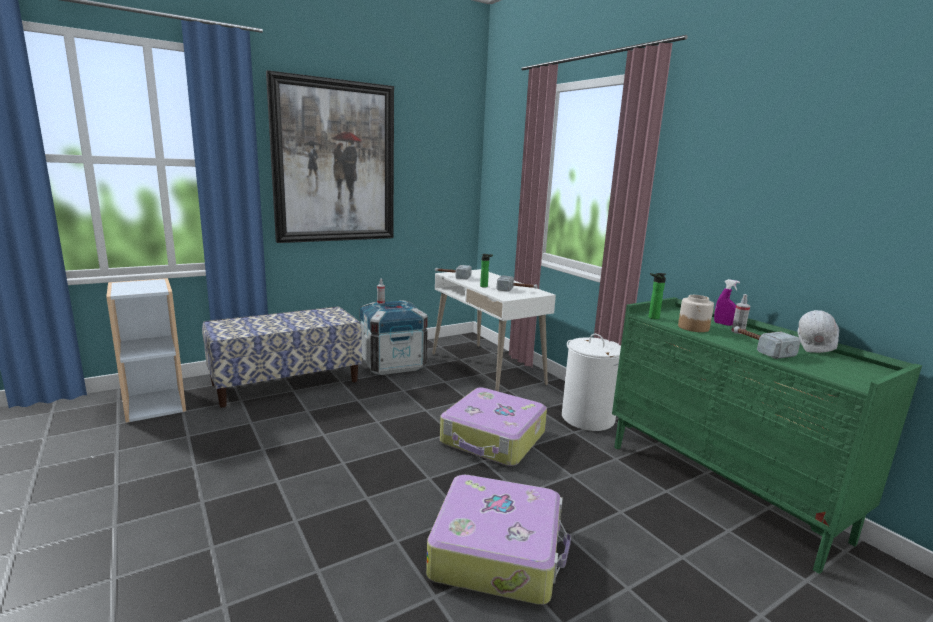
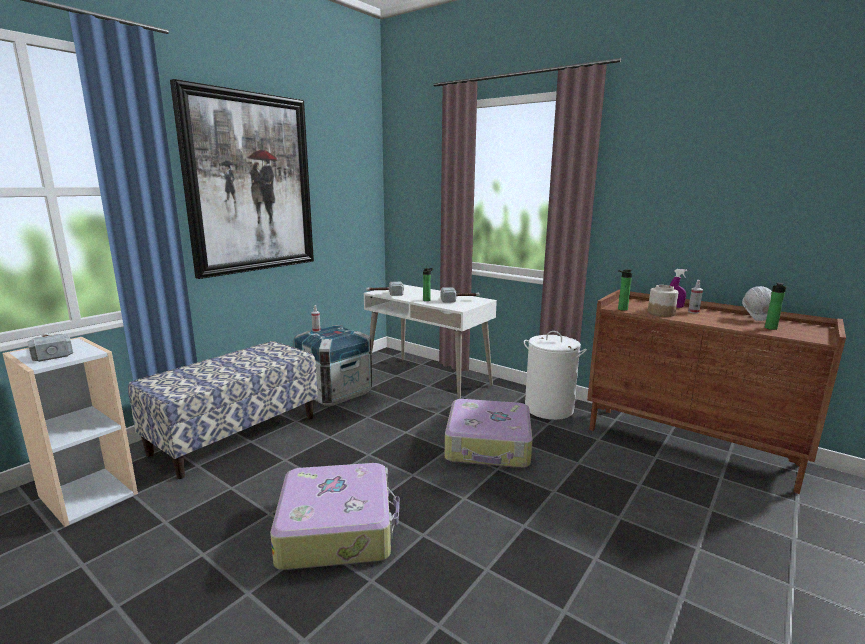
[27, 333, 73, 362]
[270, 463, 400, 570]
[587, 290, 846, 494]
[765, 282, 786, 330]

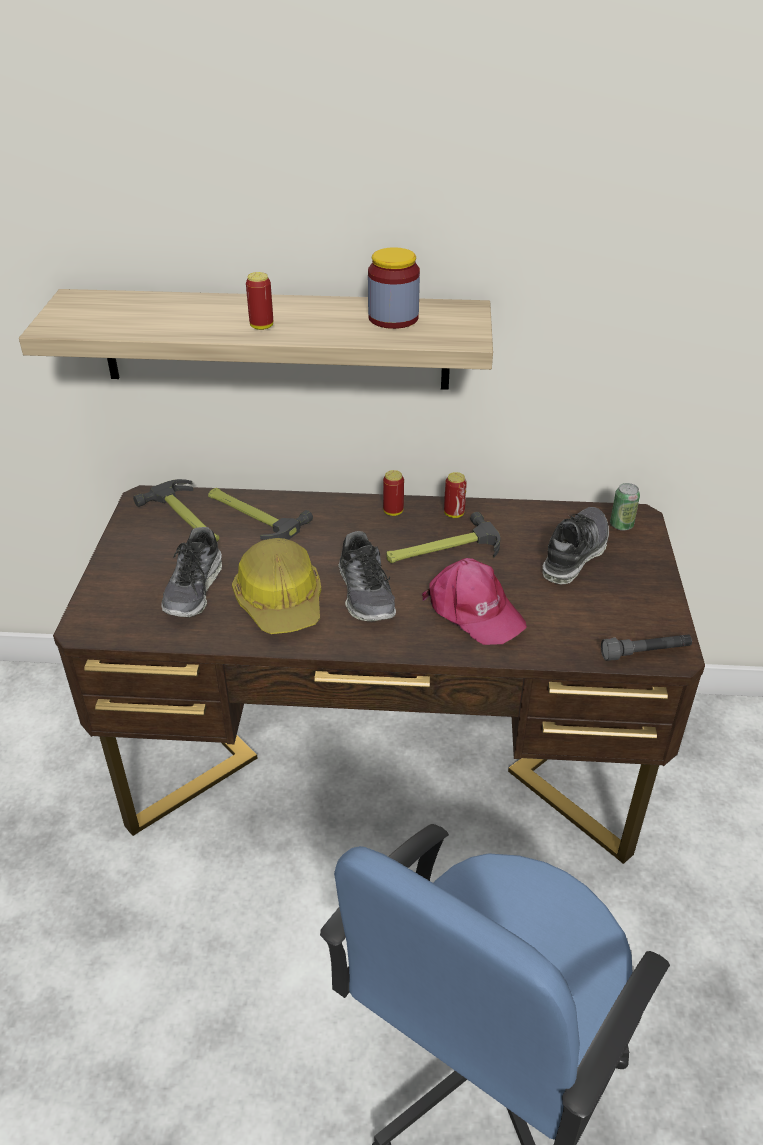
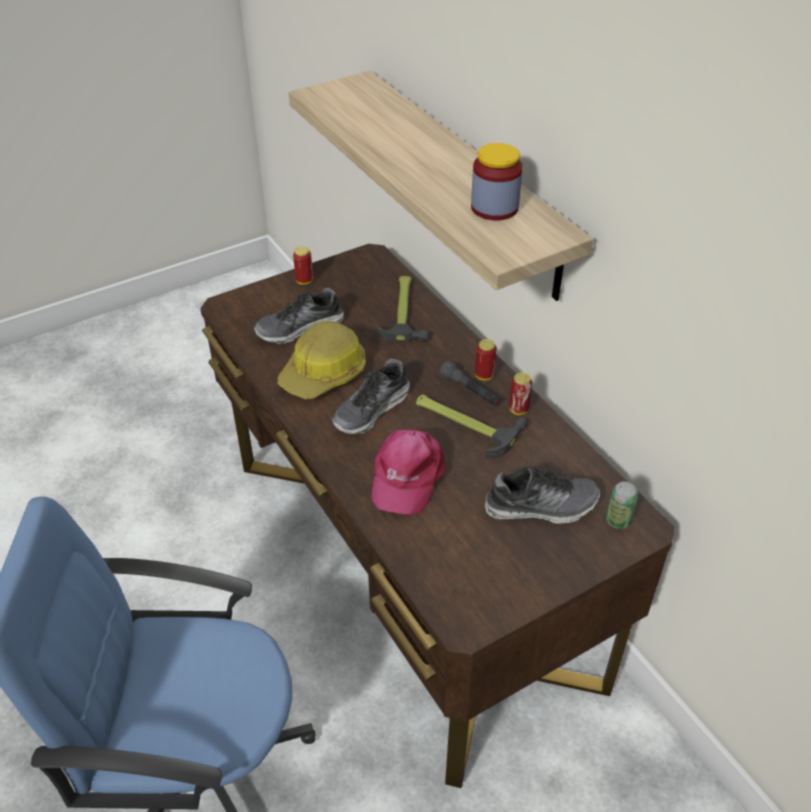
[293, 246, 313, 285]
[439, 361, 500, 406]
[133, 479, 219, 541] (first image)

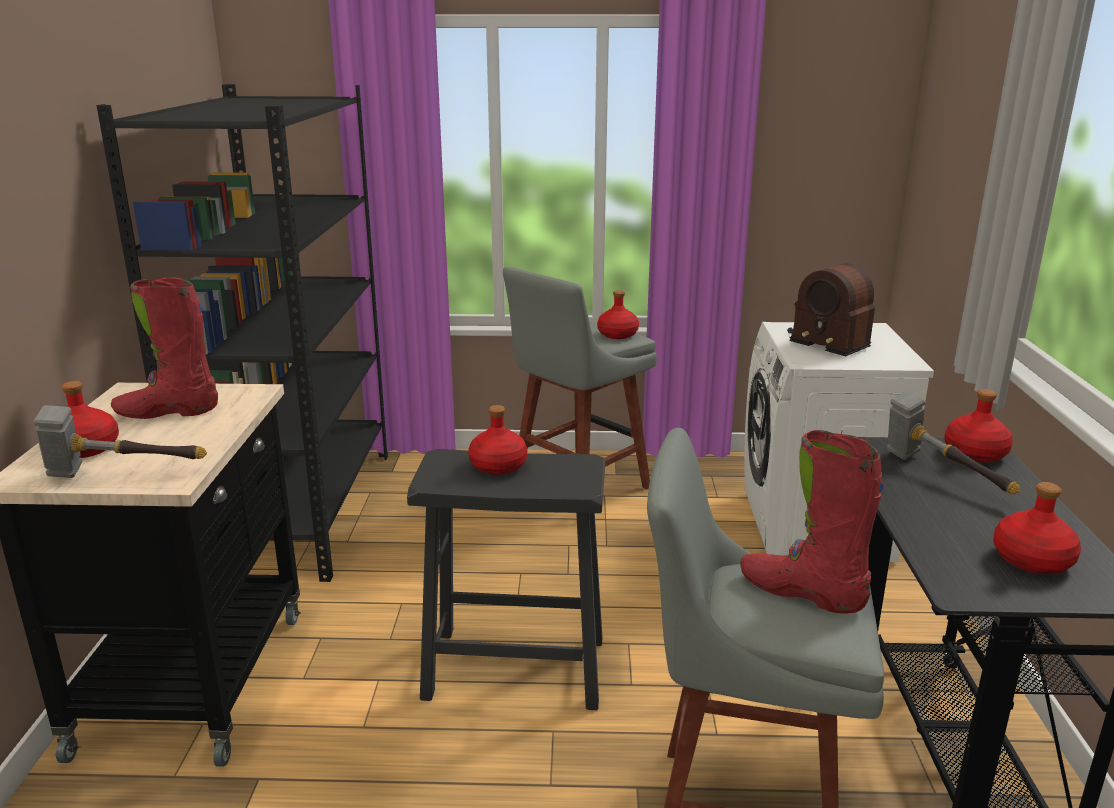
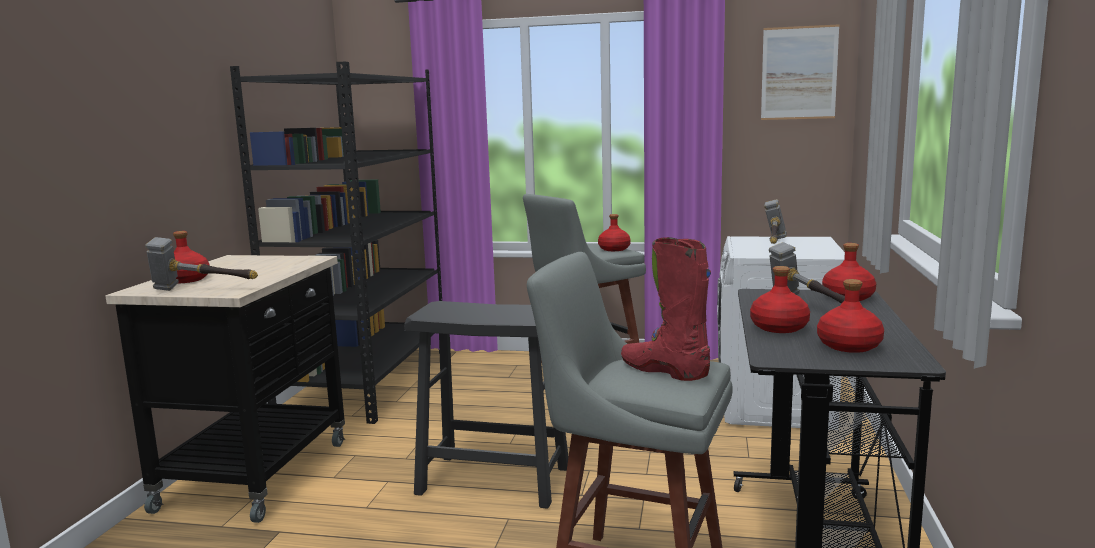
[750, 266, 810, 333]
[761, 24, 840, 120]
[764, 199, 787, 244]
[111, 277, 218, 419] (first image)

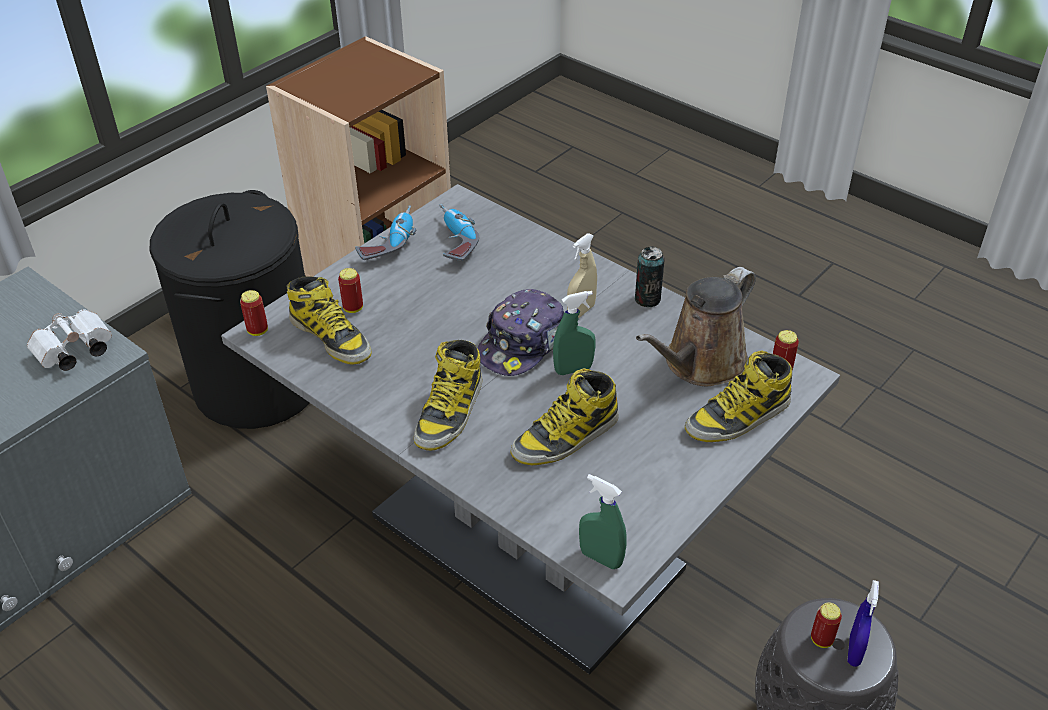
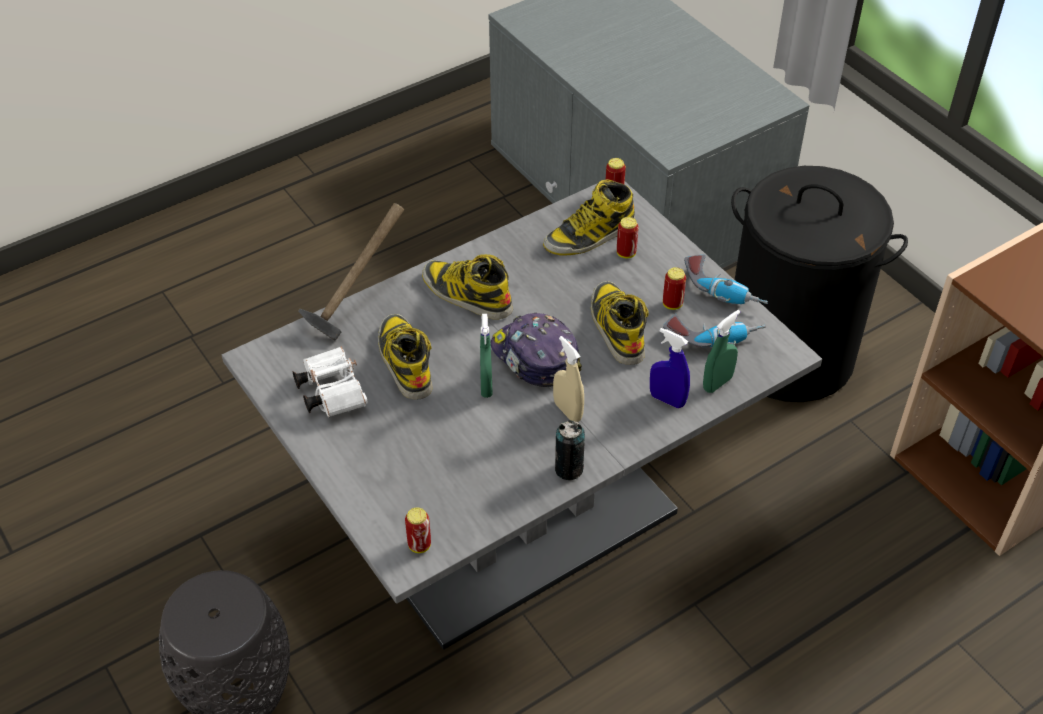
[293, 347, 368, 417]
[298, 203, 404, 340]
[591, 281, 649, 365]
[650, 328, 690, 408]
[663, 267, 686, 310]
[703, 310, 740, 393]
[636, 267, 756, 387] (first image)

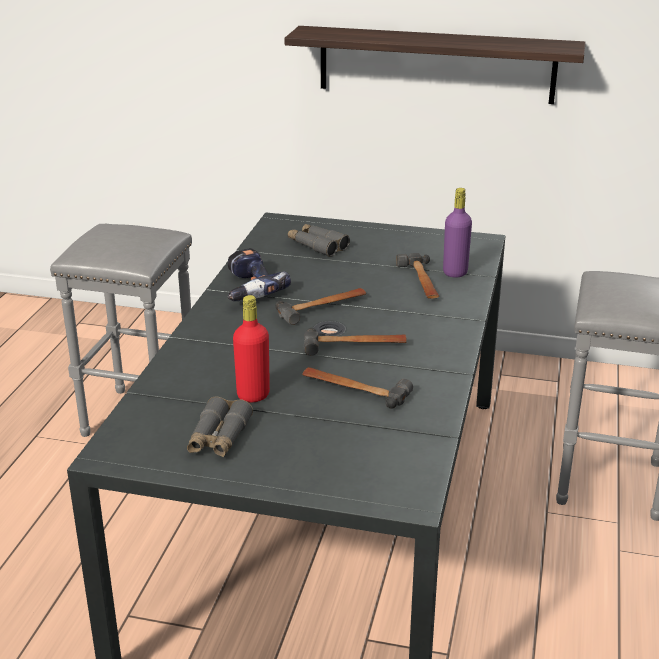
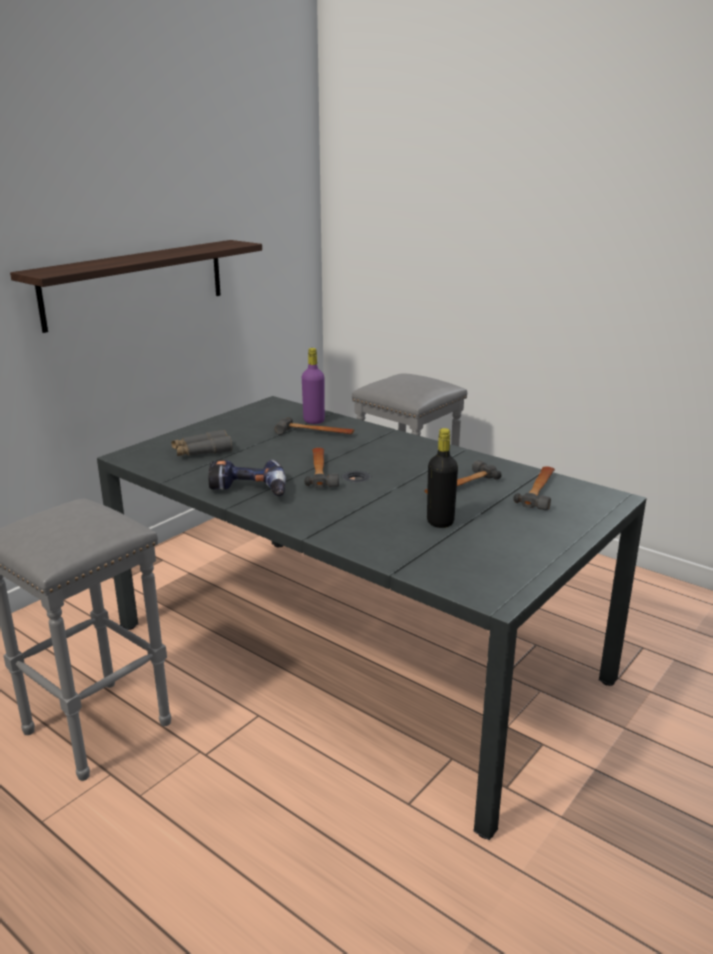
[427, 428, 458, 528]
[513, 466, 555, 511]
[187, 396, 253, 457] (first image)

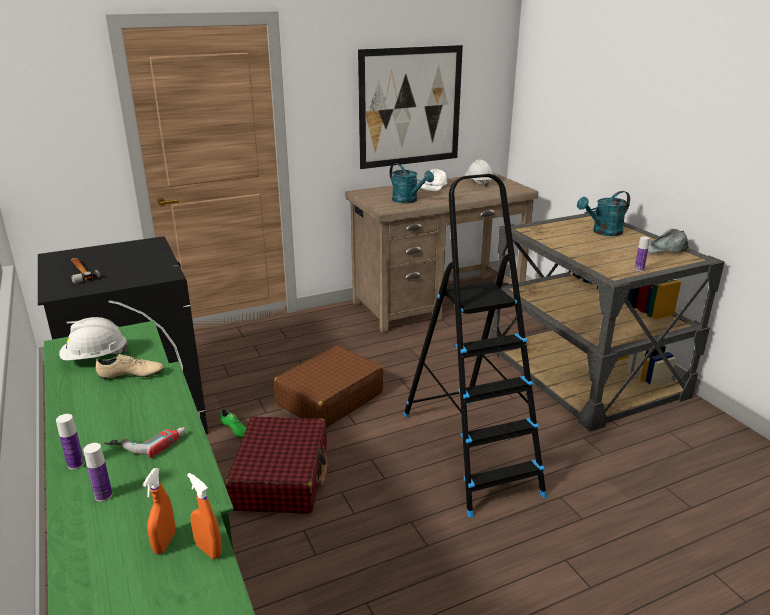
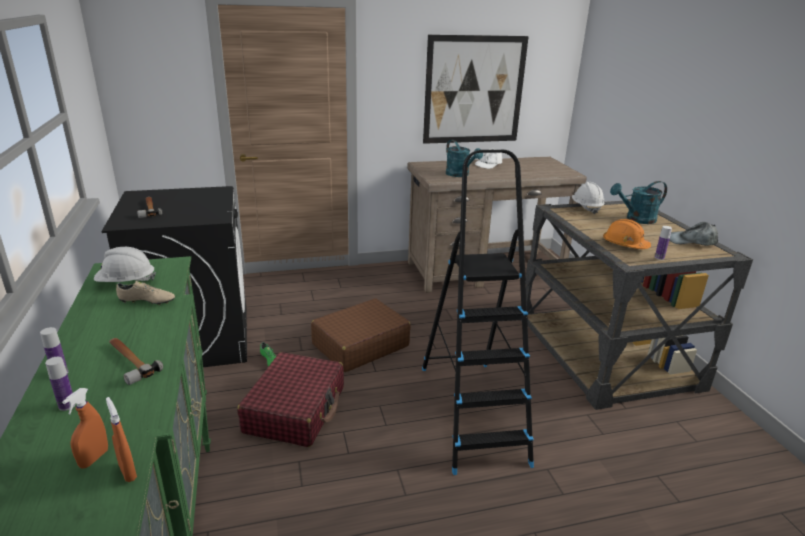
[109, 338, 163, 385]
[572, 182, 605, 214]
[603, 219, 651, 249]

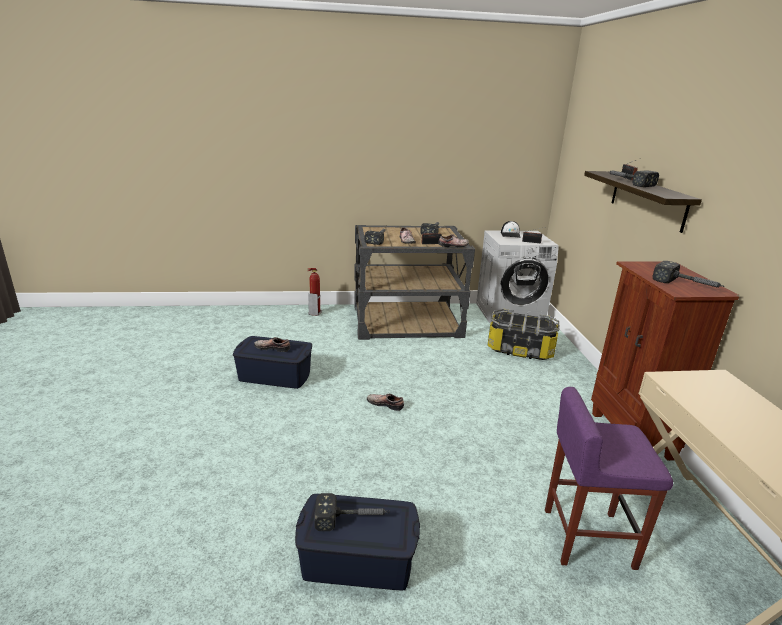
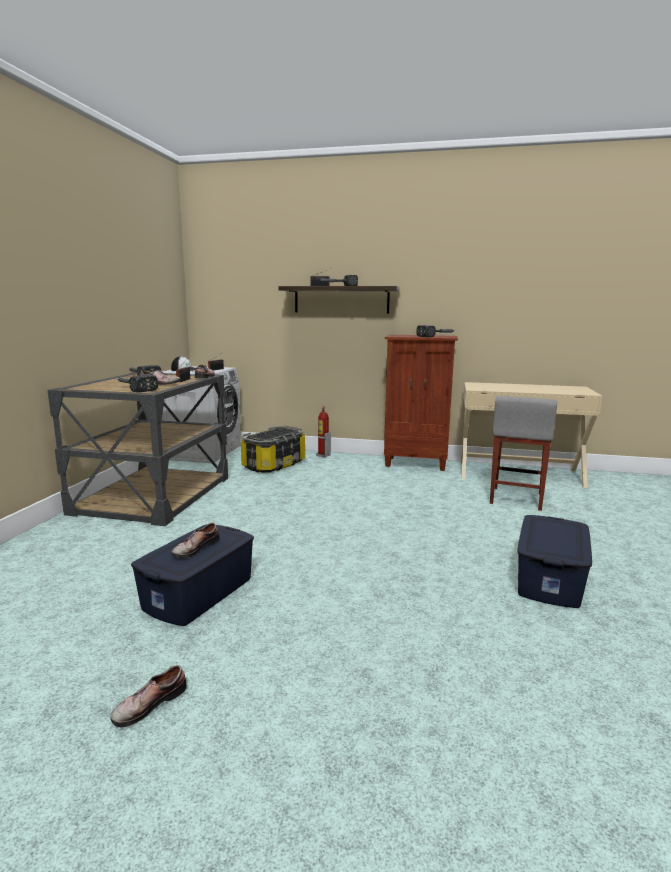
[110, 665, 186, 727]
[316, 406, 331, 457]
[490, 396, 557, 511]
[314, 493, 390, 531] (first image)

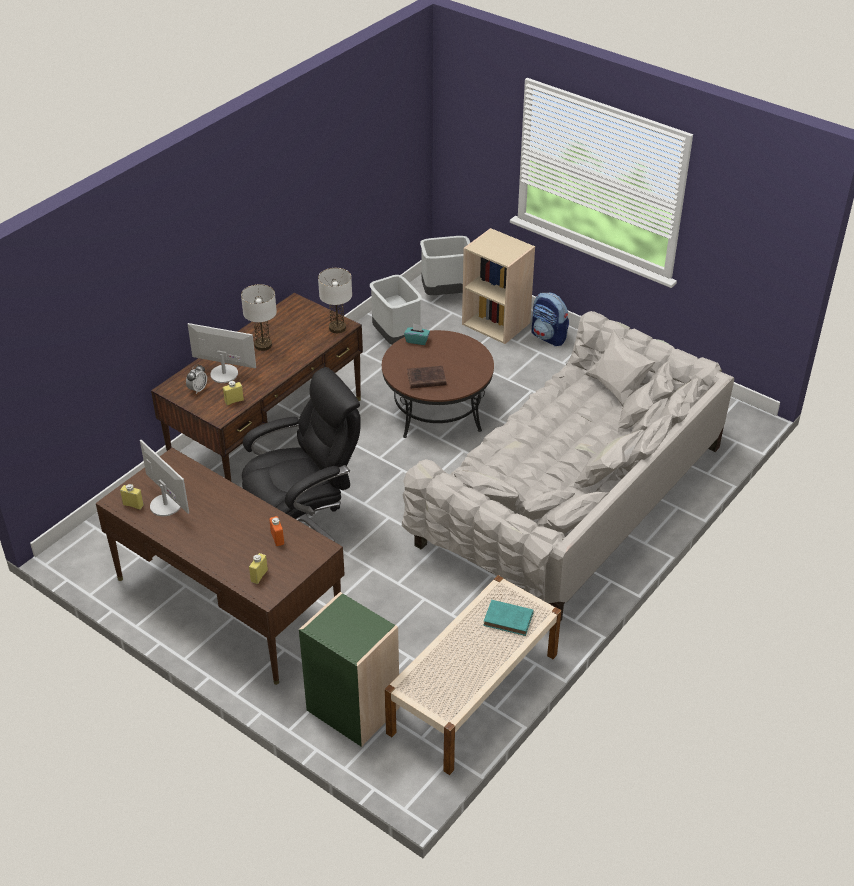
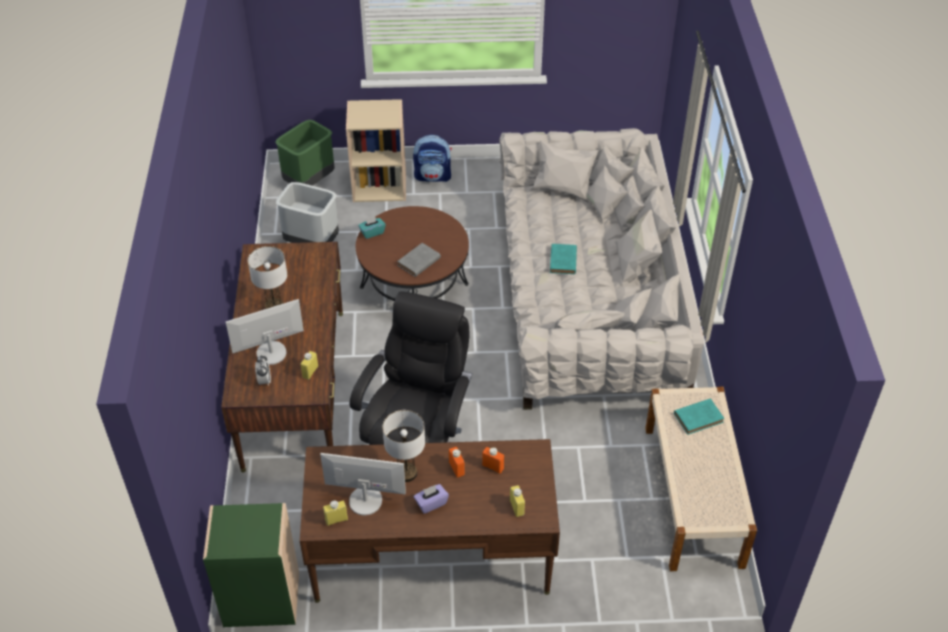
[203, 503, 299, 627]
[275, 120, 335, 185]
[383, 410, 425, 482]
[397, 243, 441, 277]
[414, 484, 449, 514]
[449, 447, 465, 478]
[550, 244, 577, 274]

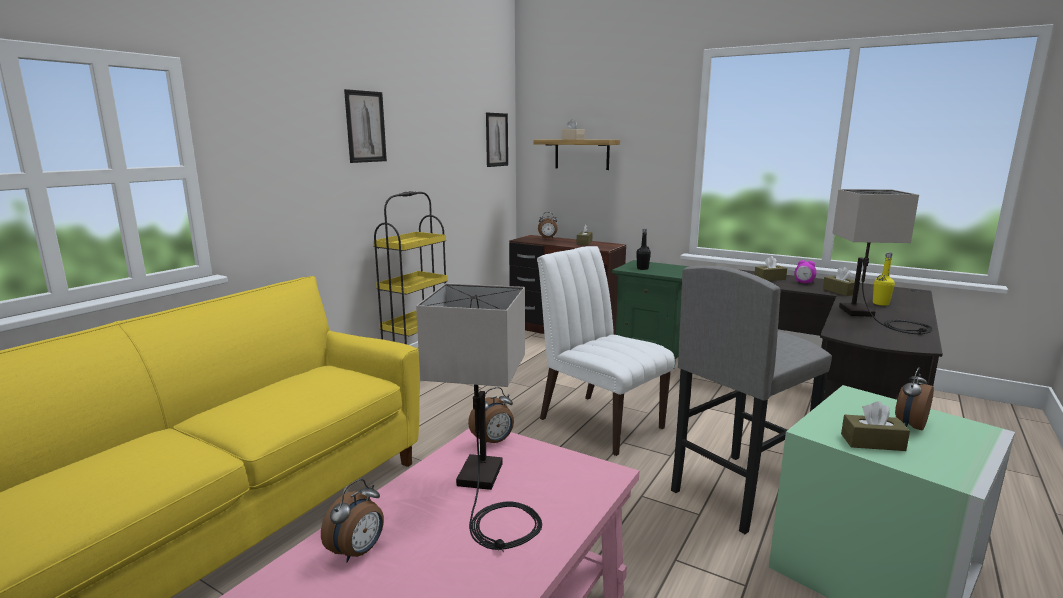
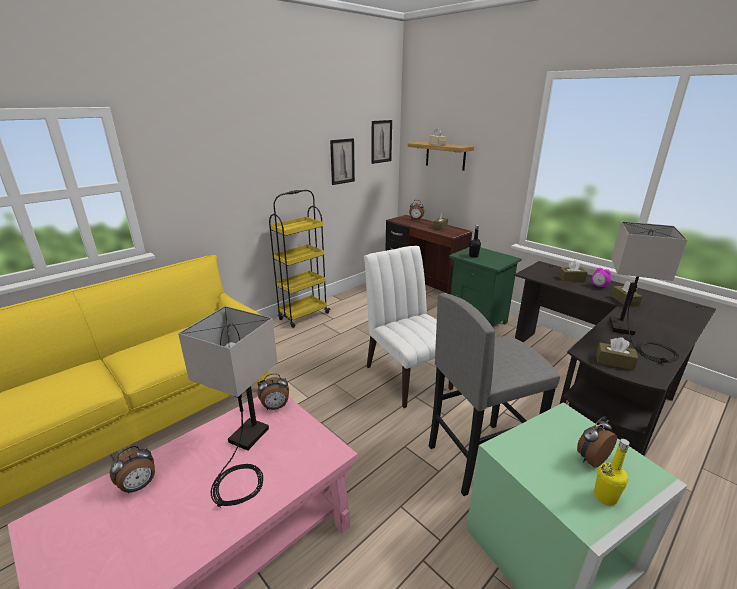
[330, 138, 355, 185]
[594, 439, 630, 506]
[596, 337, 638, 370]

